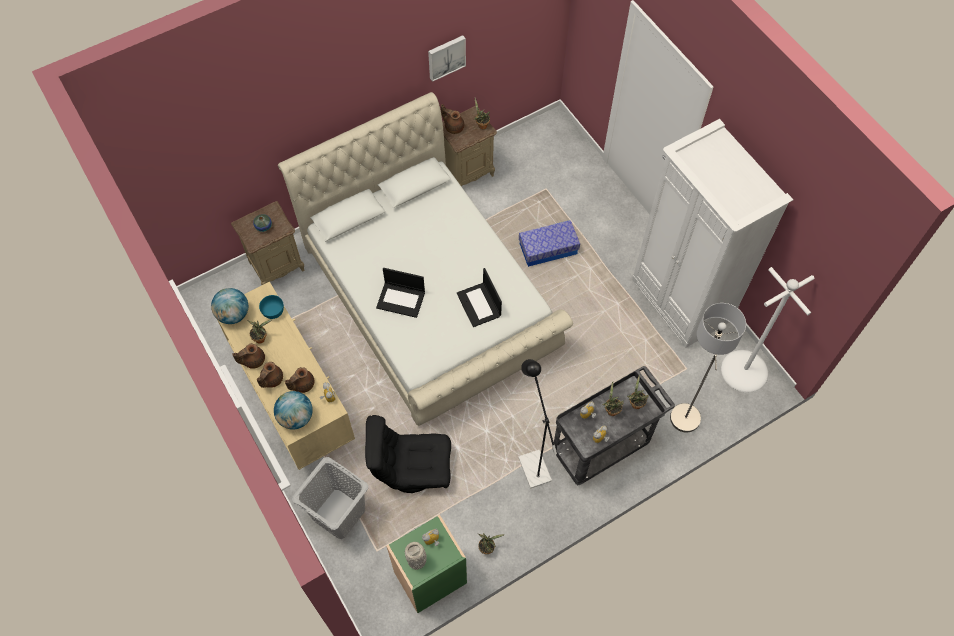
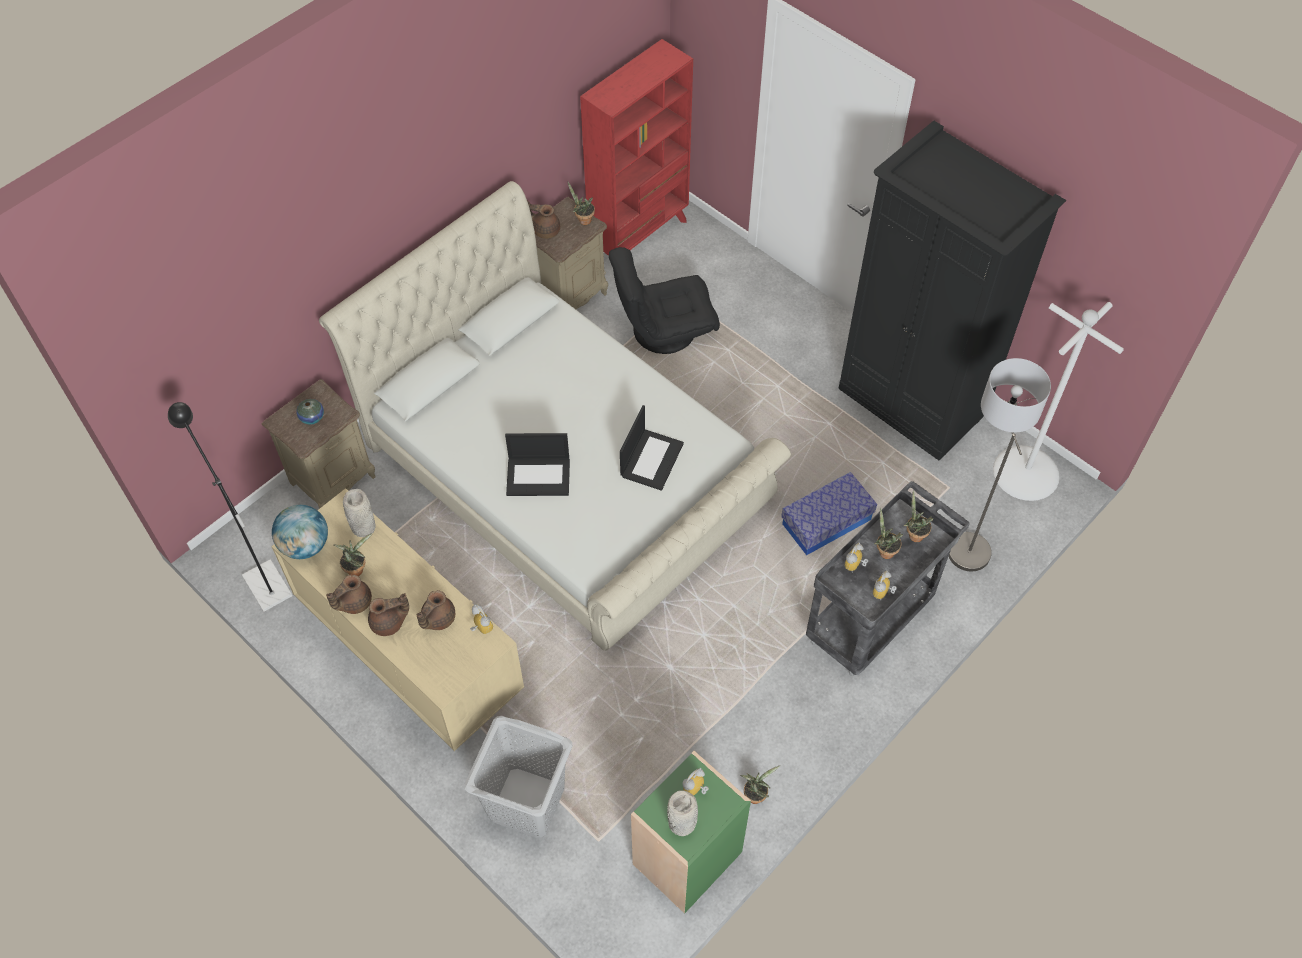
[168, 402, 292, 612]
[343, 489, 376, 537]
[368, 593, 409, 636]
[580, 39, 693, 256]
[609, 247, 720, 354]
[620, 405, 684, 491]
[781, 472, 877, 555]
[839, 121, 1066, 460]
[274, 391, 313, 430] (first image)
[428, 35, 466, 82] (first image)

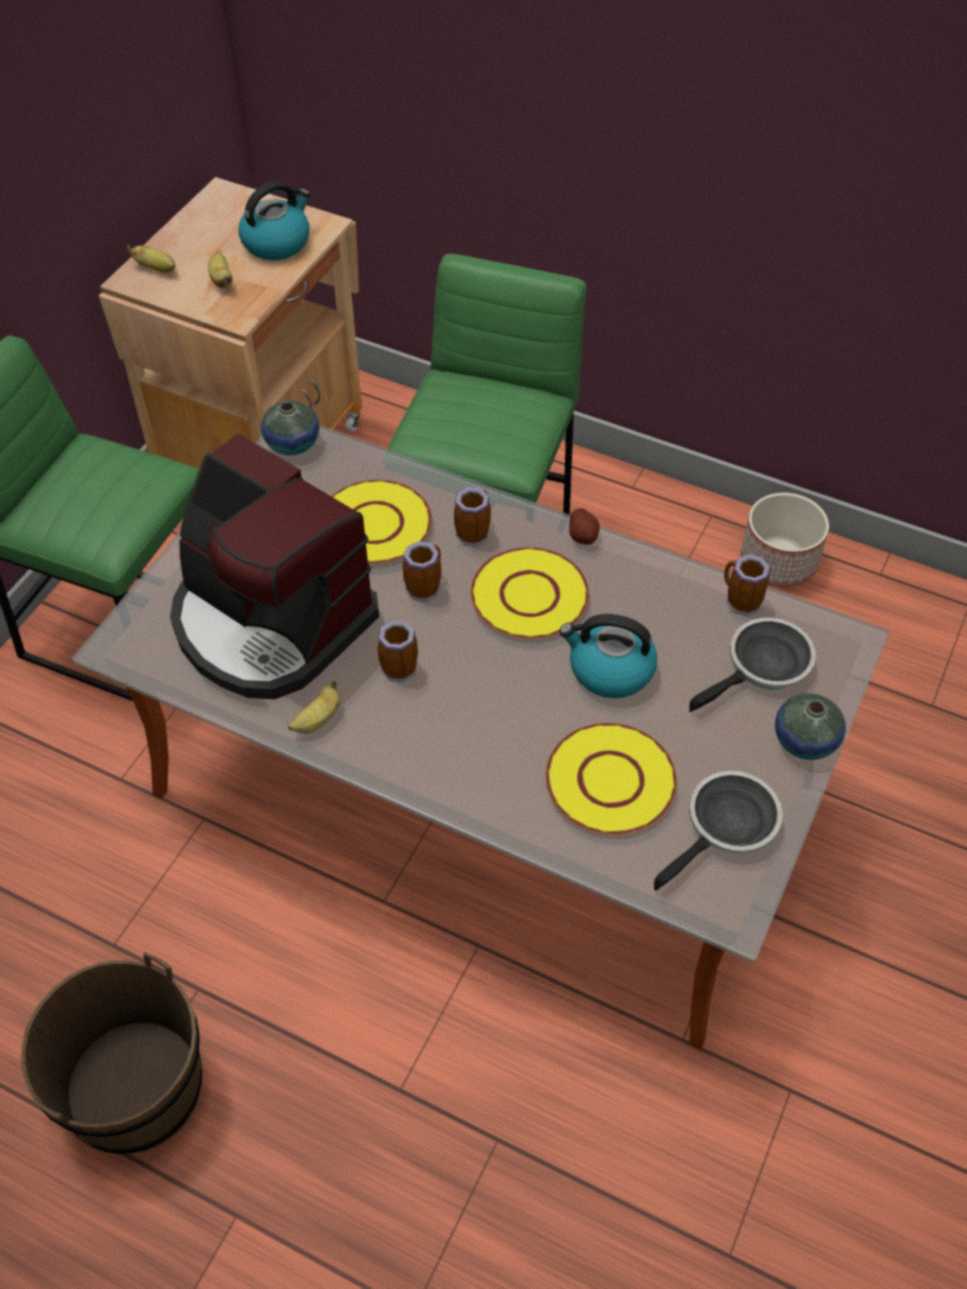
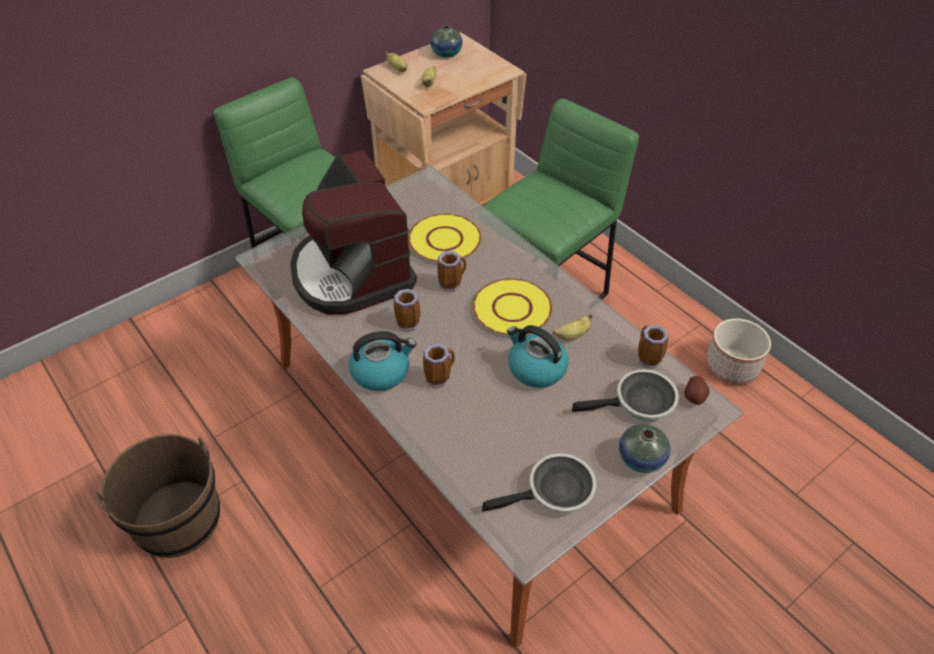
[349, 331, 416, 391]
[423, 343, 455, 388]
[430, 26, 463, 58]
[553, 314, 592, 340]
[684, 376, 710, 405]
[545, 723, 677, 835] (first image)

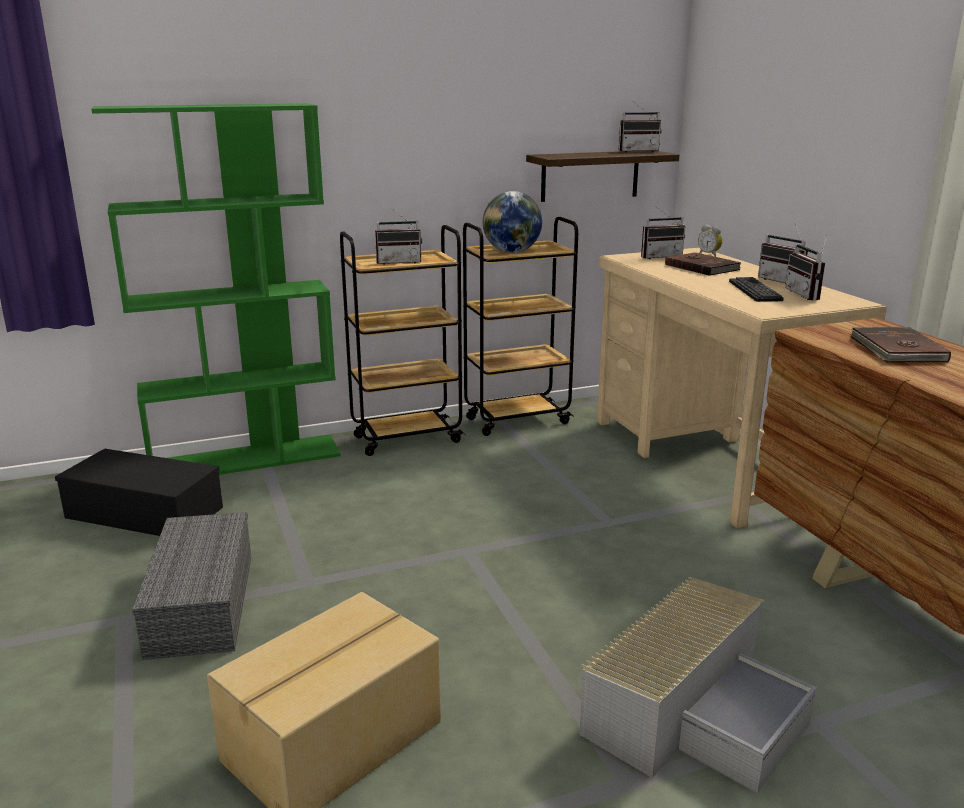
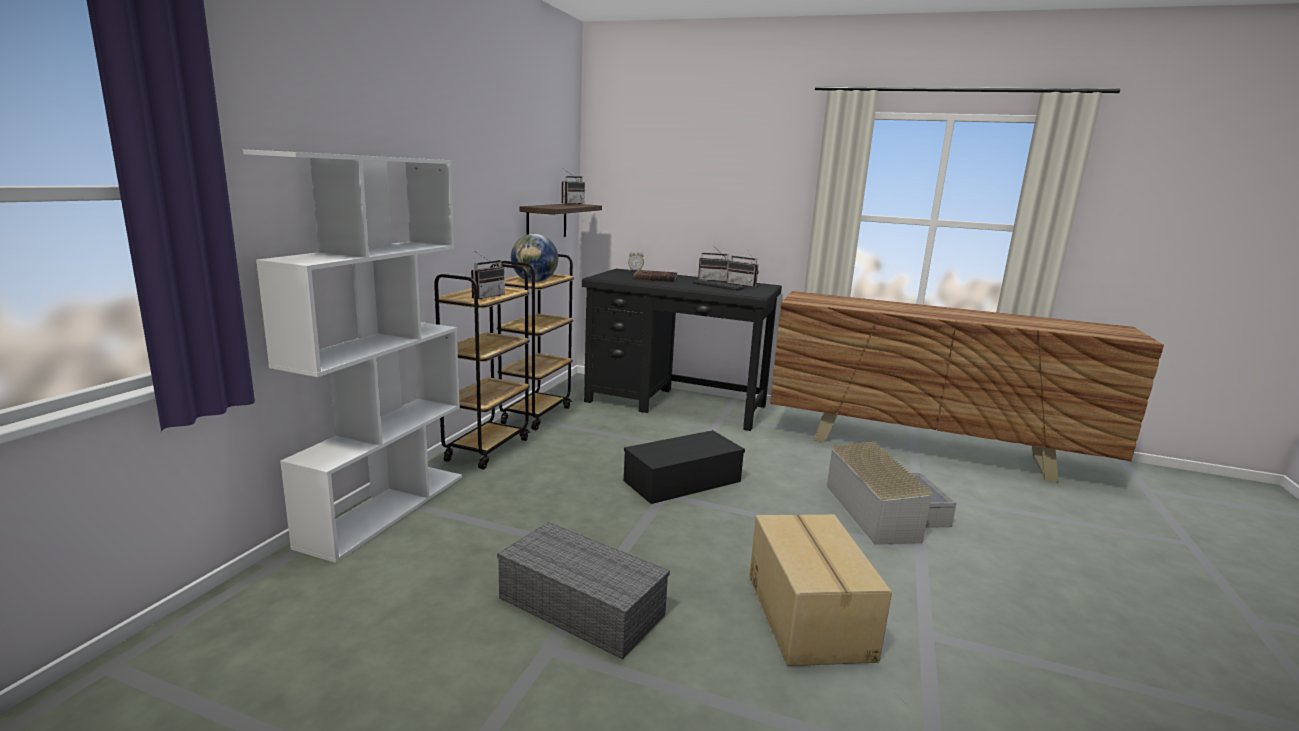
[243, 149, 462, 563]
[582, 268, 782, 431]
[624, 430, 745, 504]
[641, 205, 685, 259] (first image)
[851, 327, 951, 363] (first image)

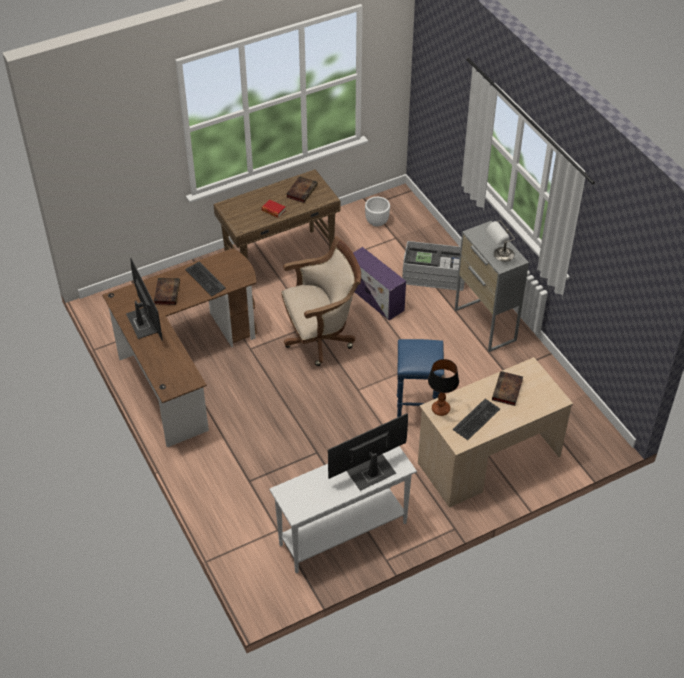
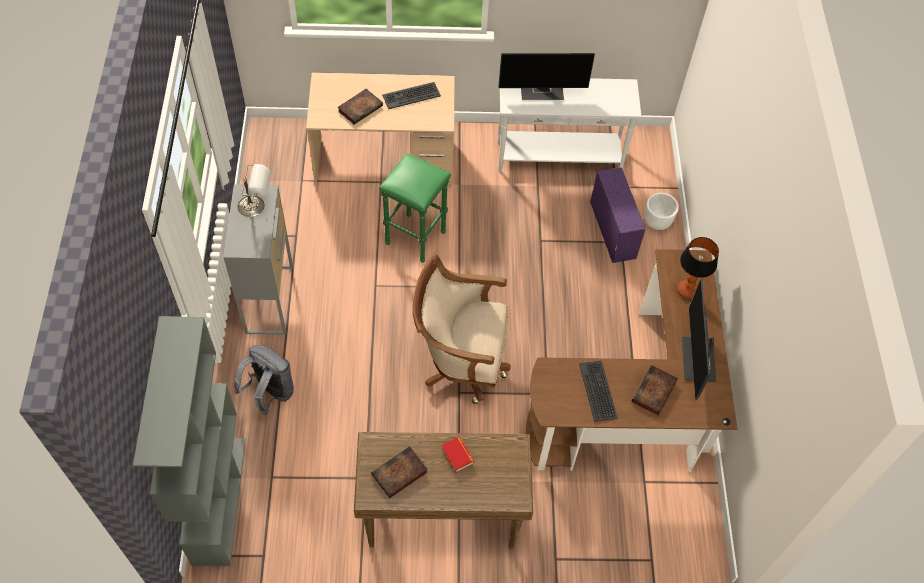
[133, 316, 245, 566]
[234, 345, 294, 415]
[379, 153, 451, 262]
[590, 167, 645, 263]
[645, 193, 679, 230]
[677, 237, 719, 299]

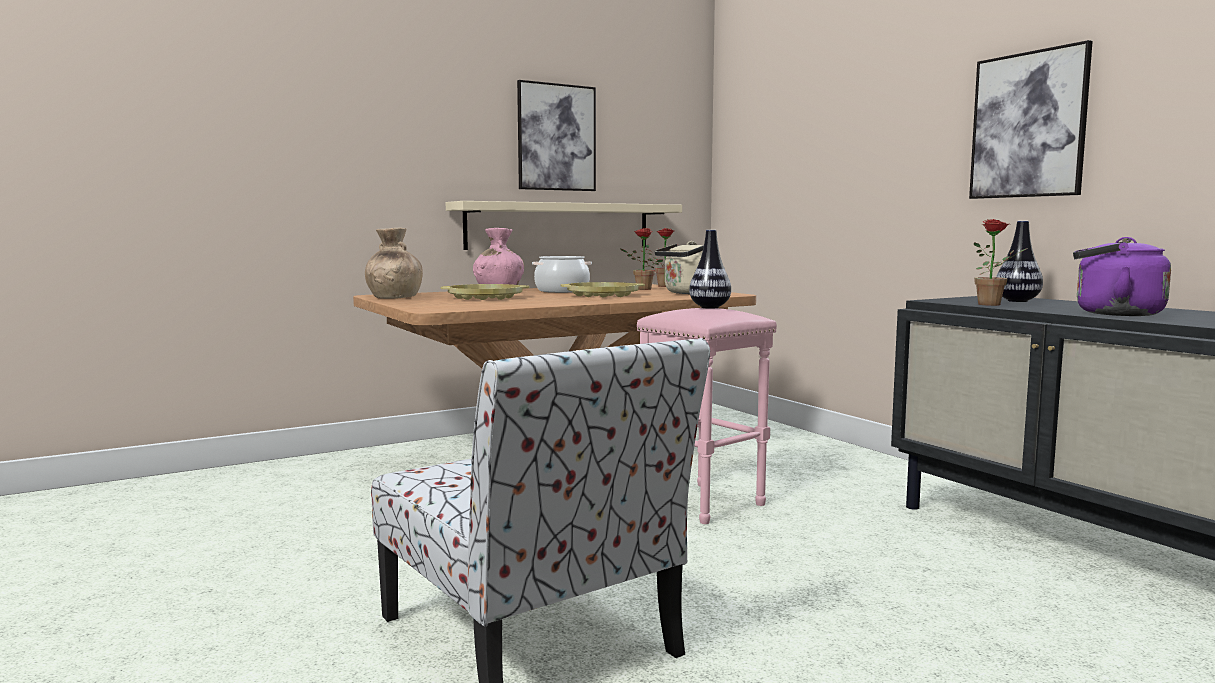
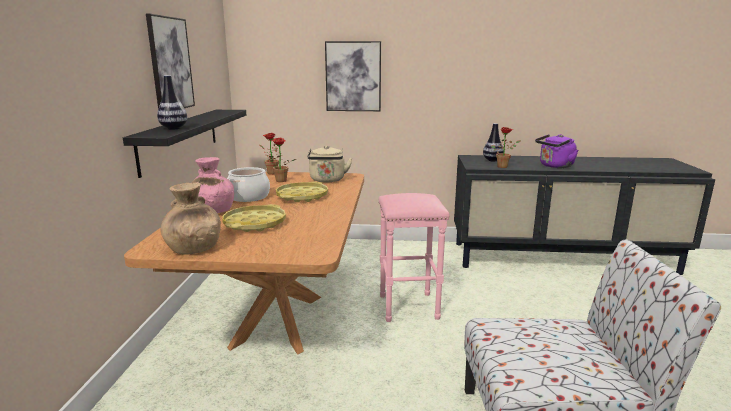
[123, 110, 246, 178]
[157, 75, 187, 130]
[325, 41, 381, 111]

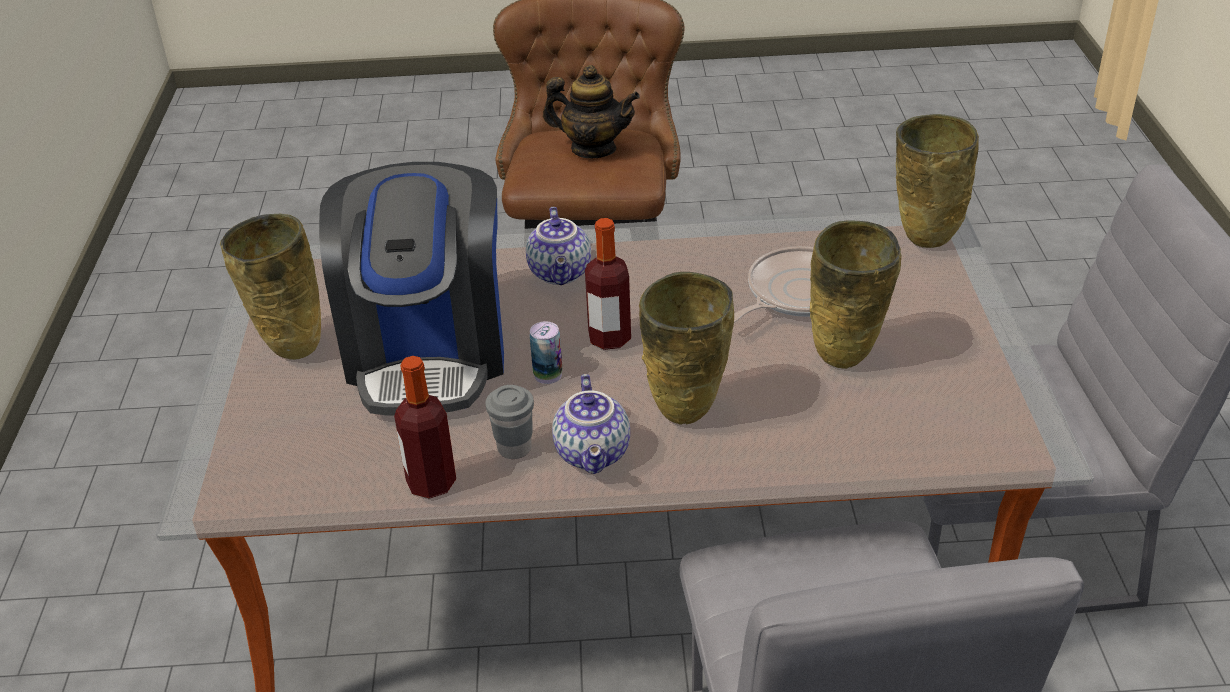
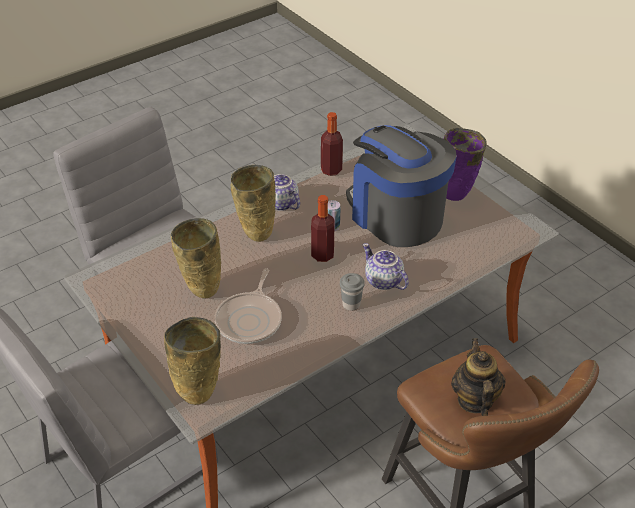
[340, 273, 365, 311]
[444, 128, 487, 201]
[451, 338, 506, 416]

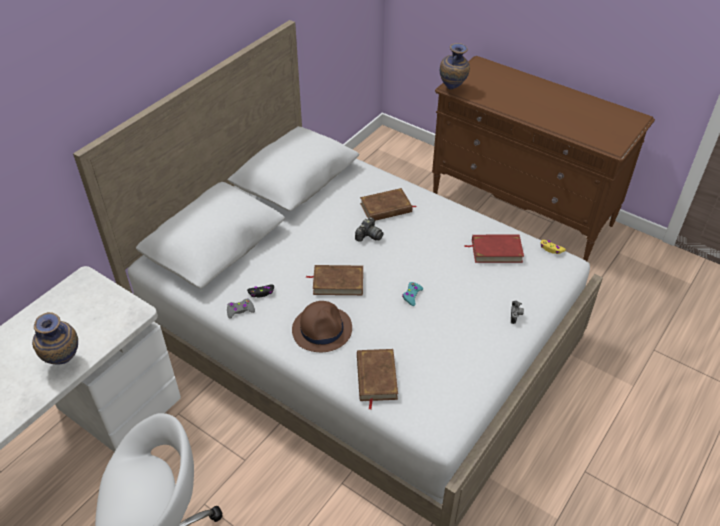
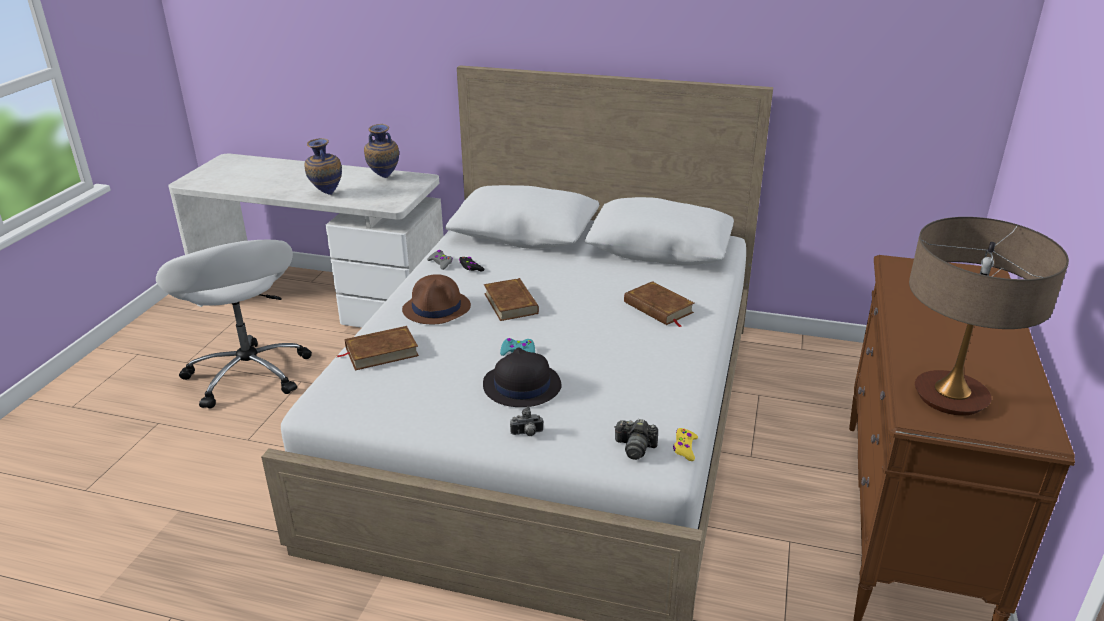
[364, 124, 399, 178]
[483, 347, 562, 407]
[614, 419, 658, 460]
[909, 217, 1069, 416]
[464, 235, 524, 263] (first image)

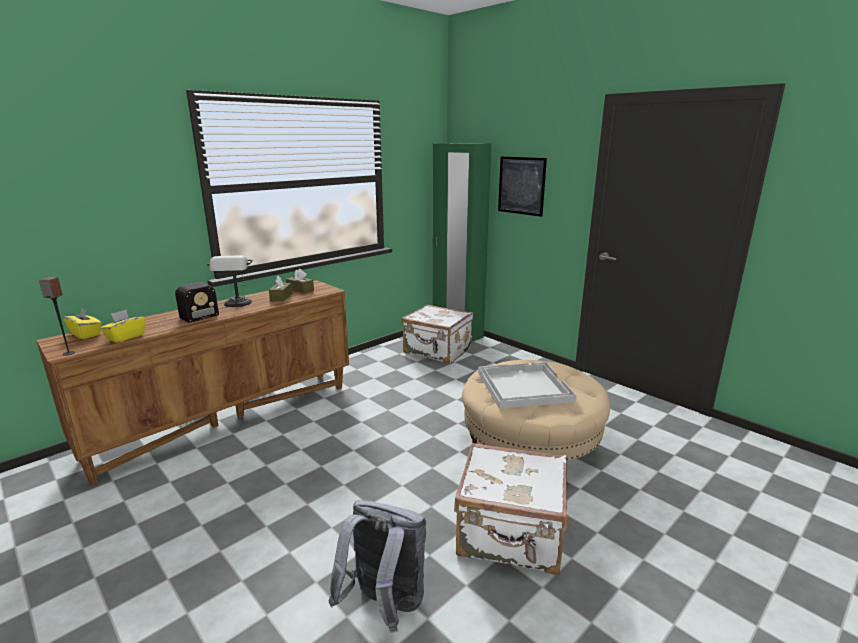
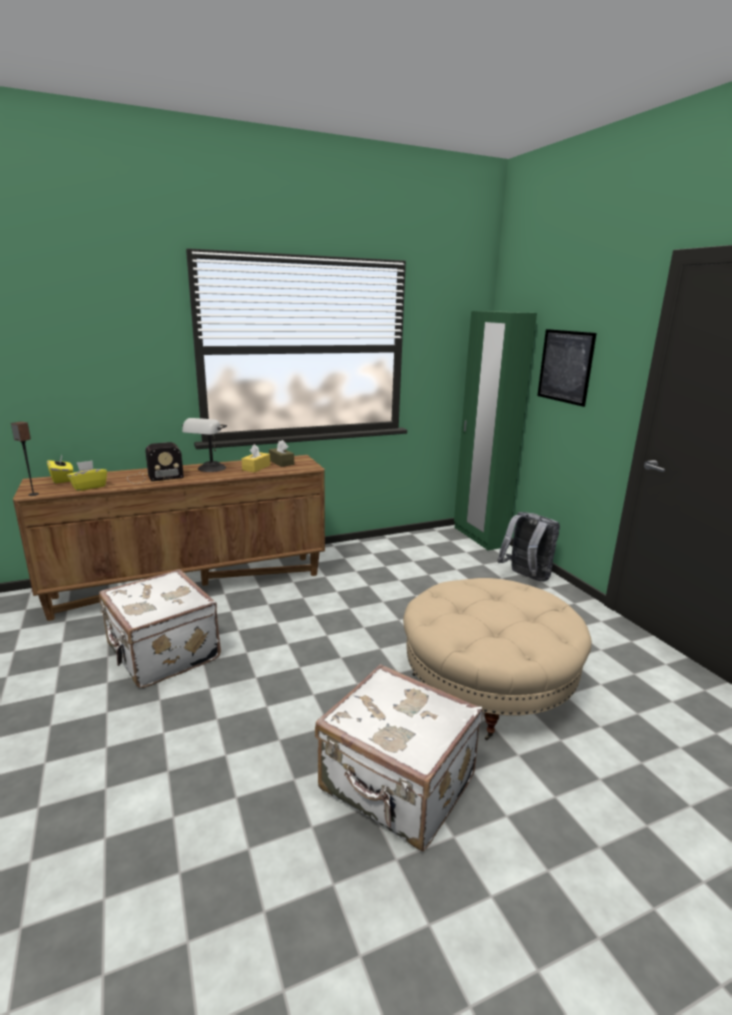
[99, 569, 221, 688]
[242, 444, 270, 472]
[497, 512, 560, 582]
[478, 362, 577, 409] (first image)

